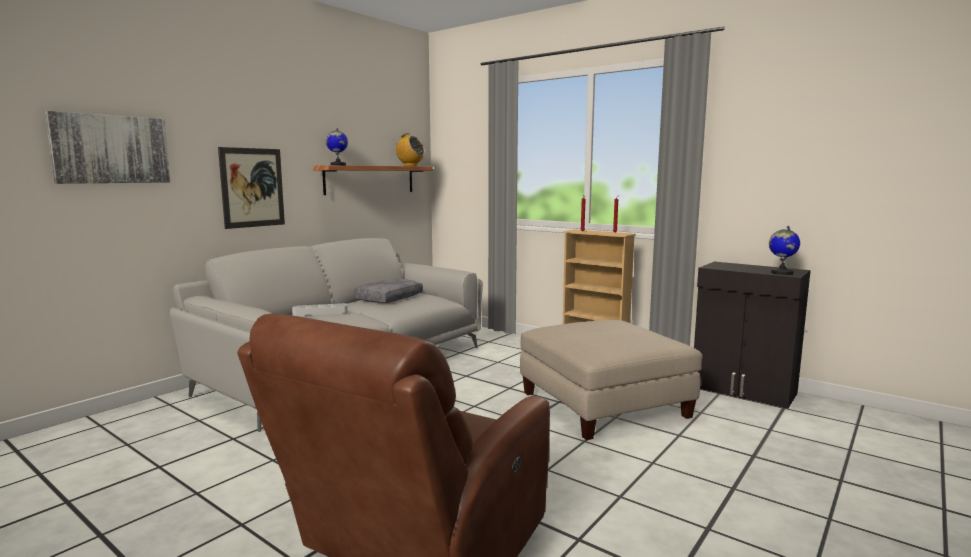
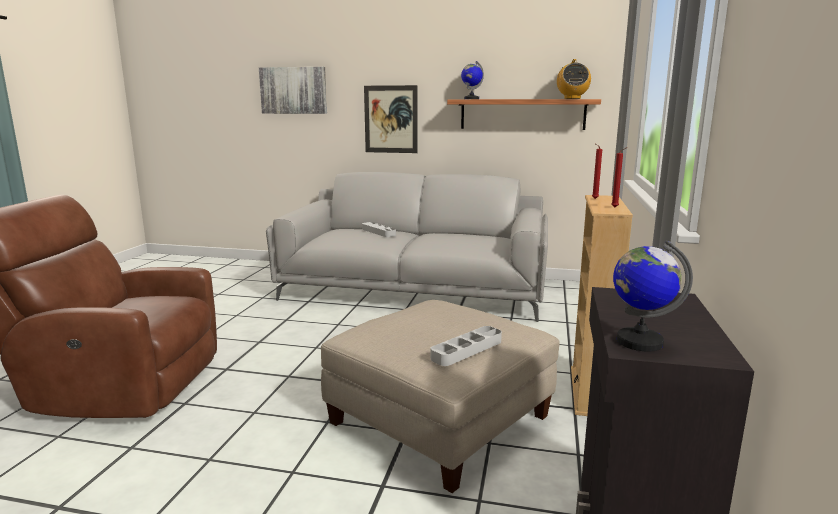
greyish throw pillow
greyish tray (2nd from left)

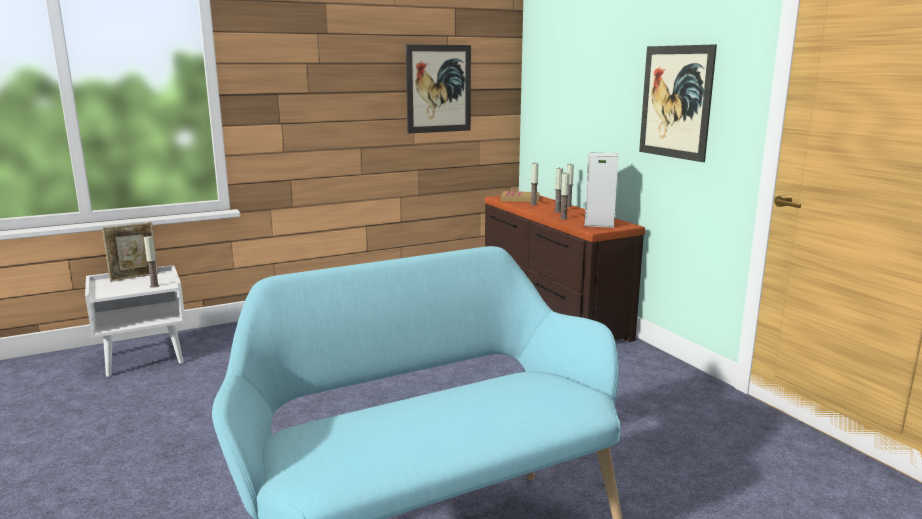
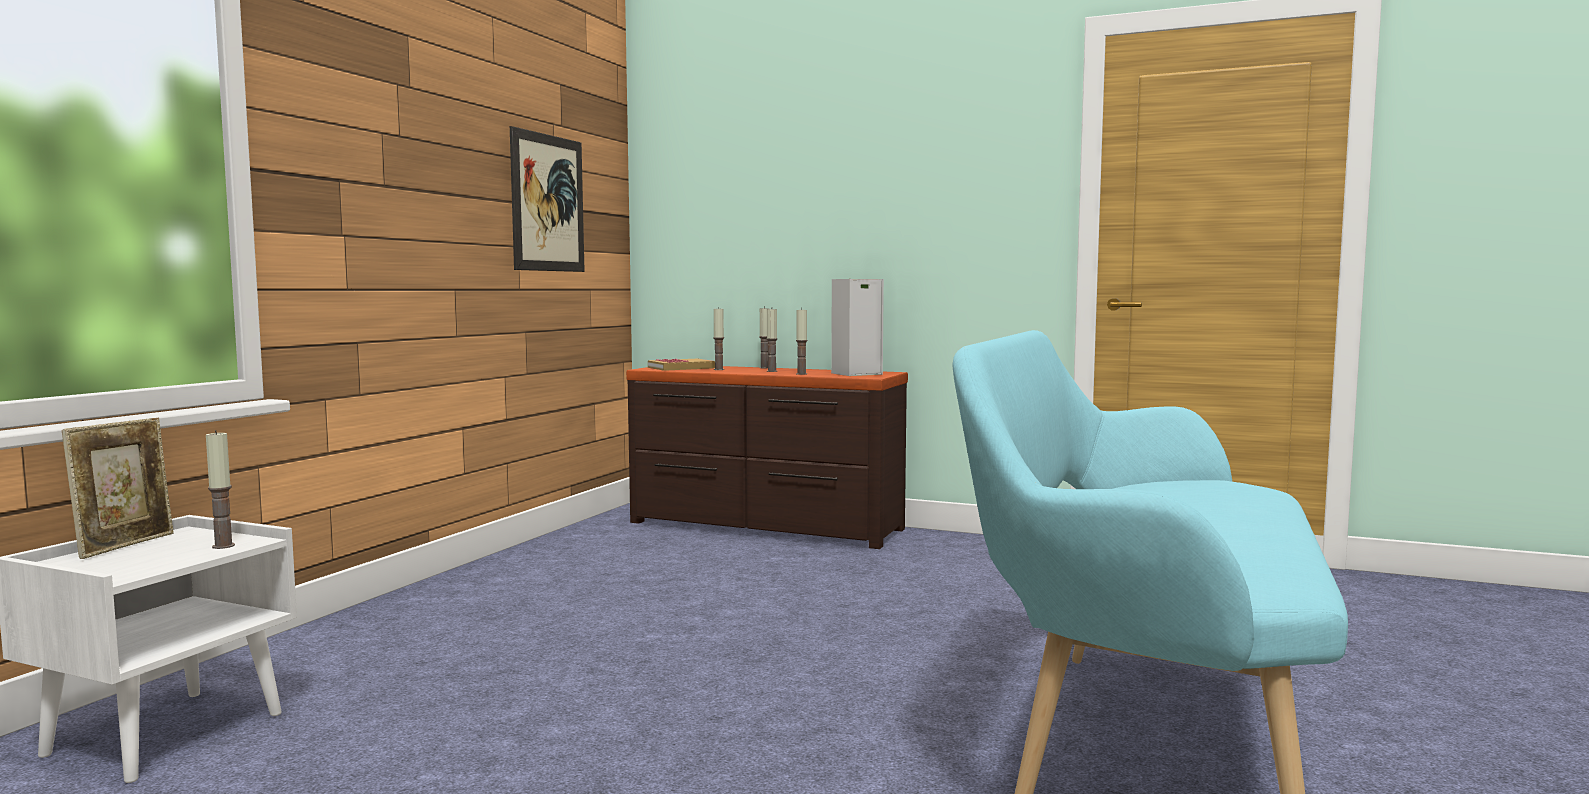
wall picture (2nd from left in the first image)

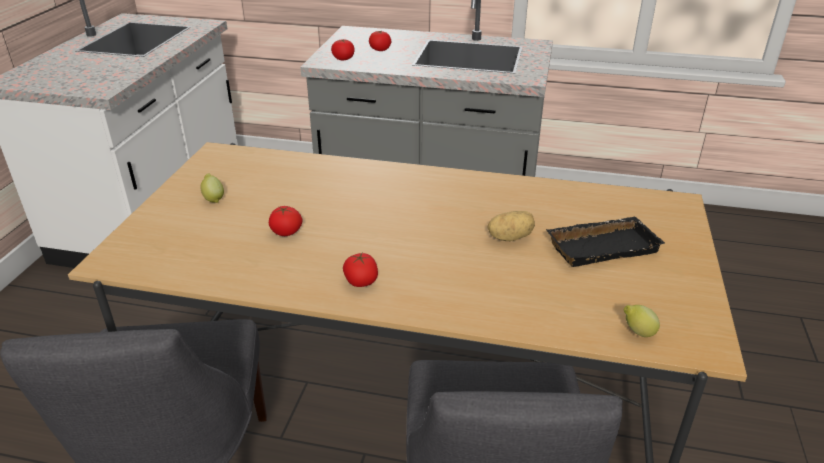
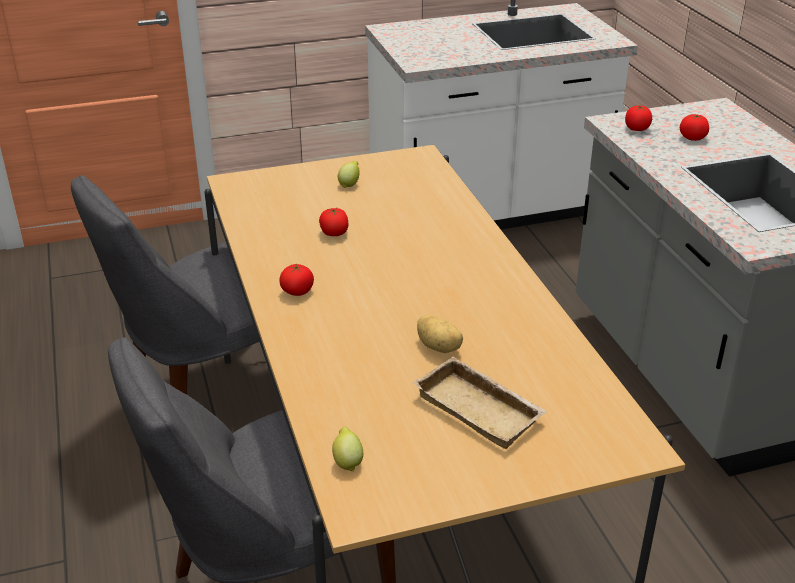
beige-coloured tray

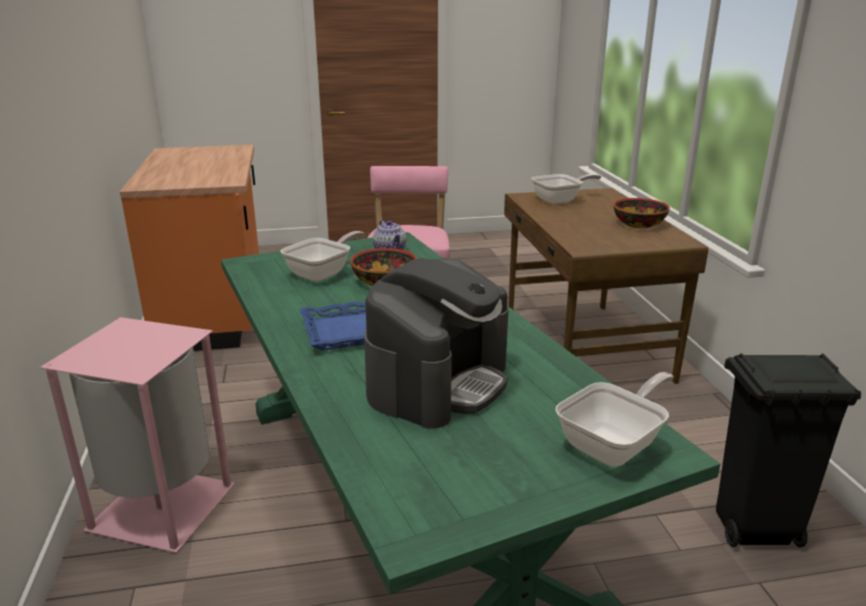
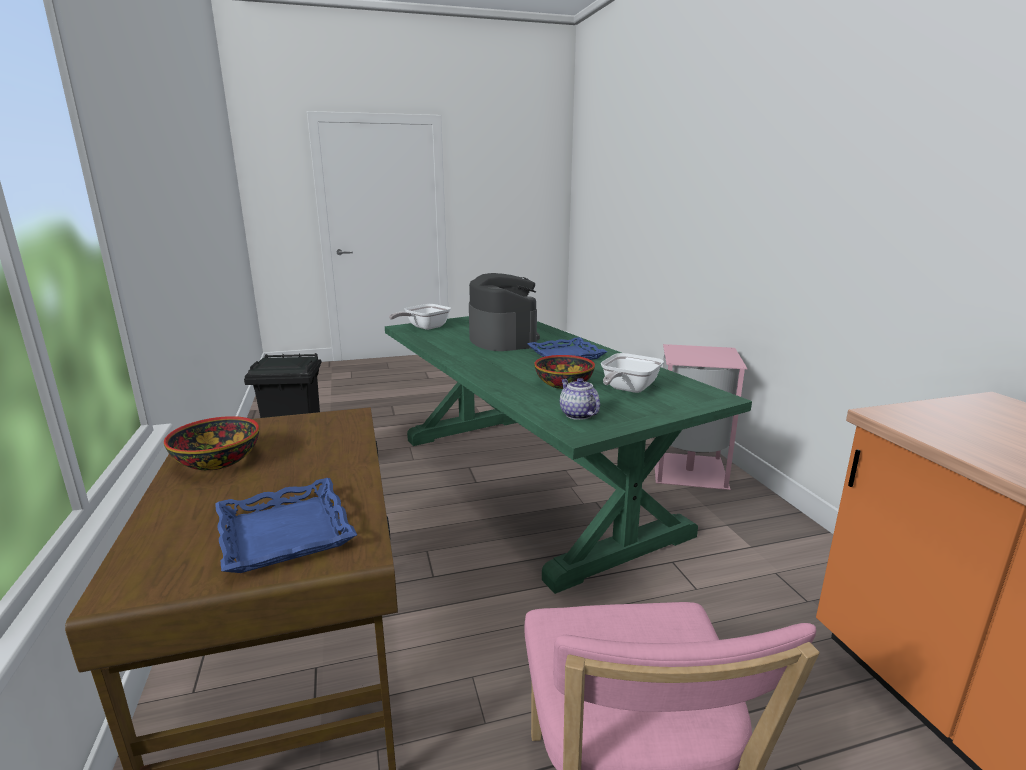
bluish tray (1st from left)
coffee brewer

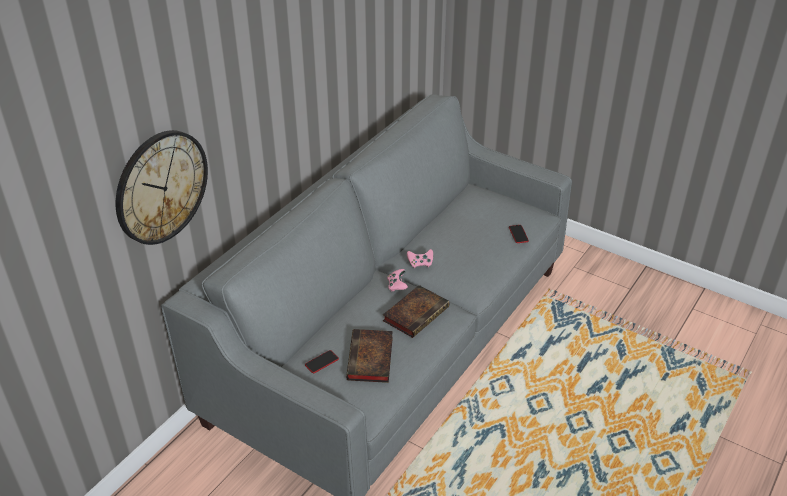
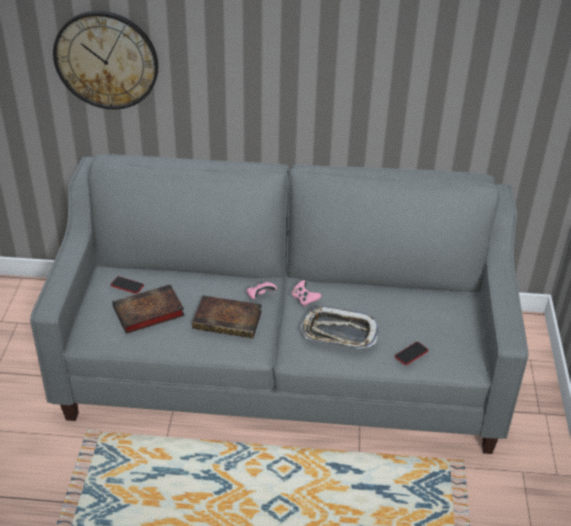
tray

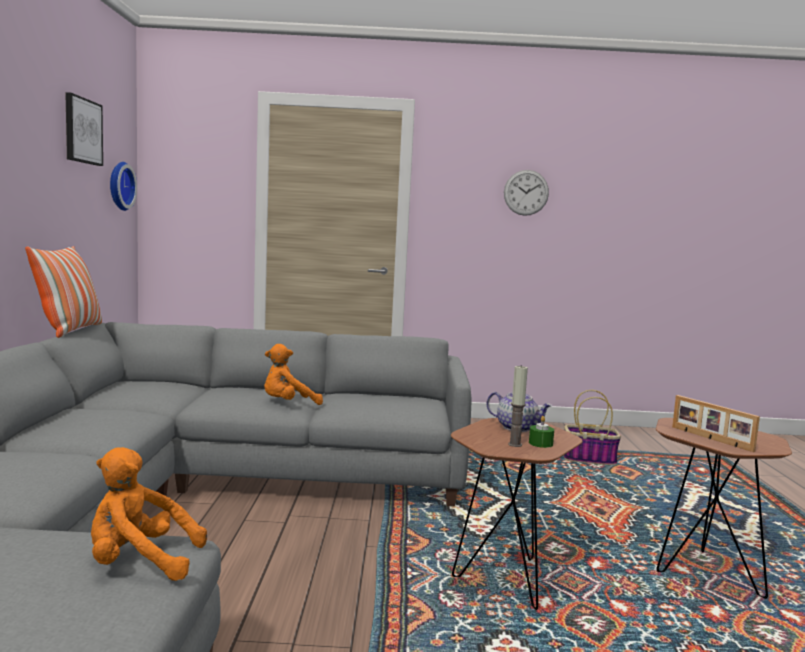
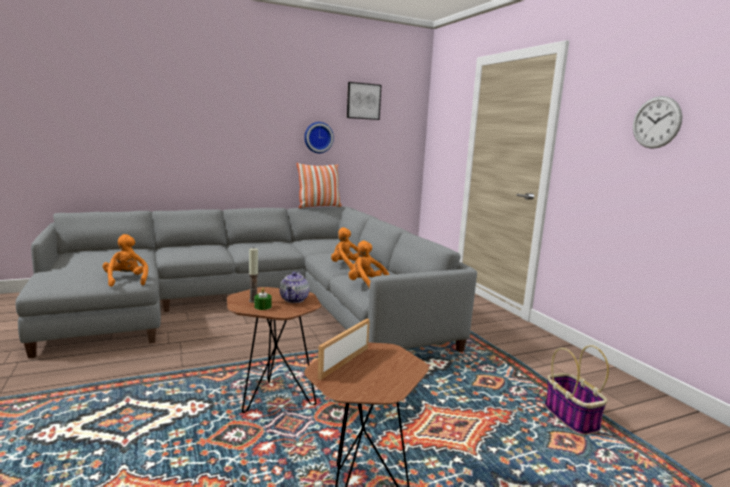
orangey plush toy (3rd from left)
clock on the wall (1st from left)

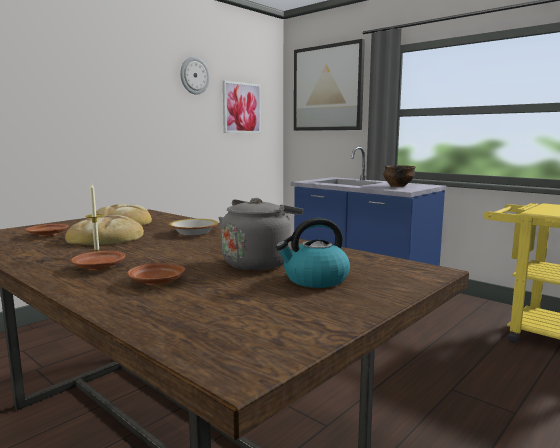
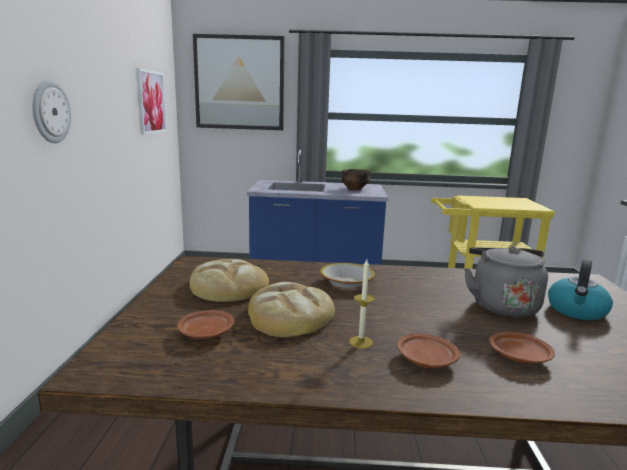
clock on the wall

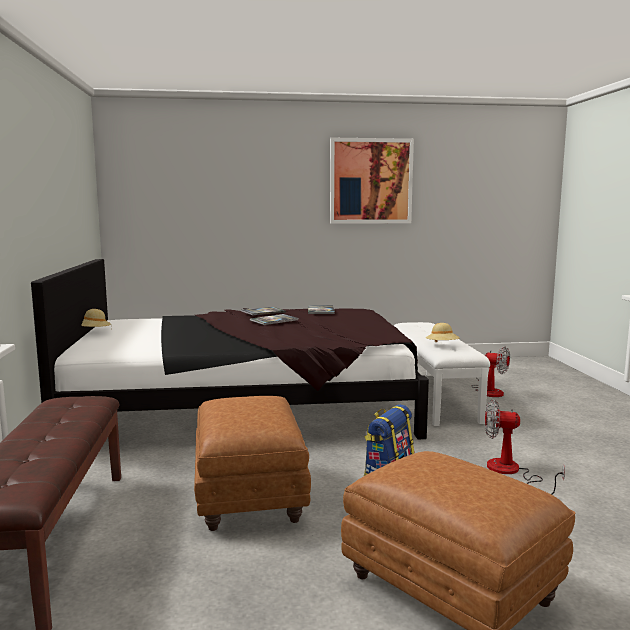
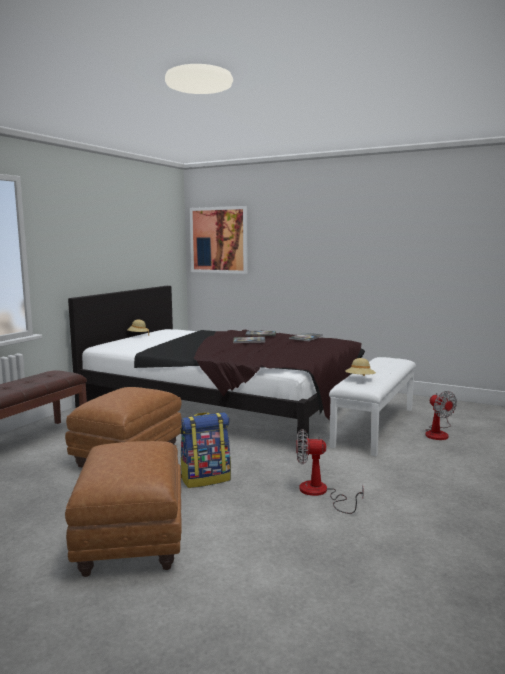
wall picture
electric fan (1st from left)

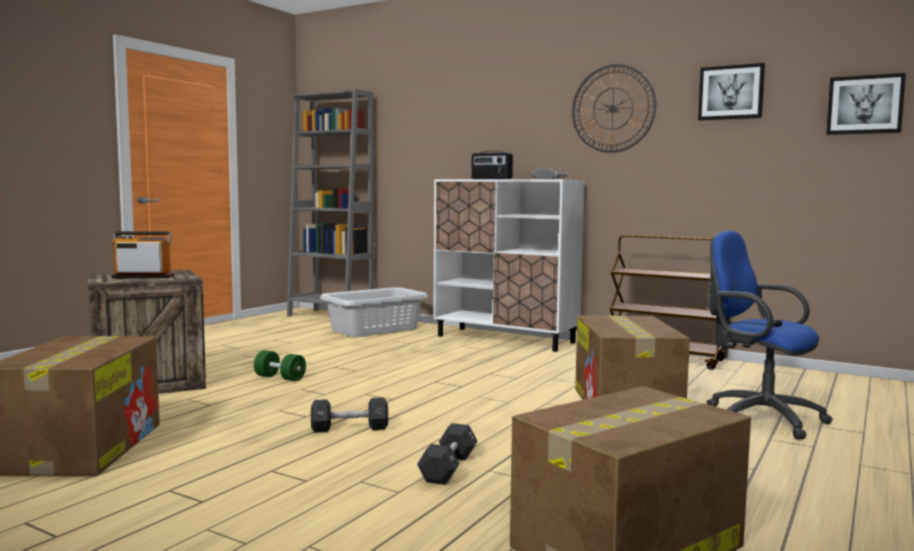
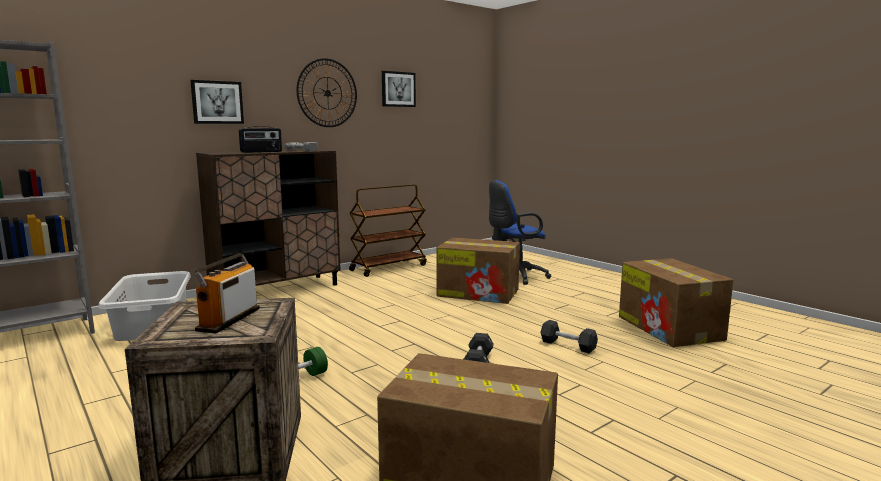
wall picture (1st from left)
brownish storage cabinet

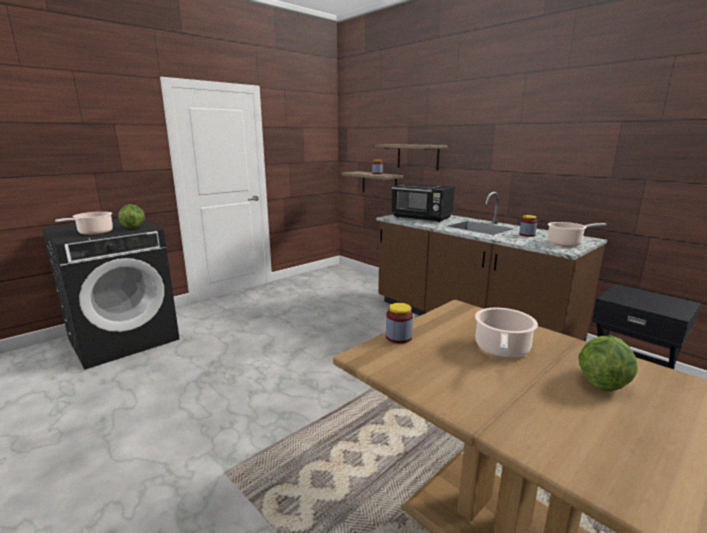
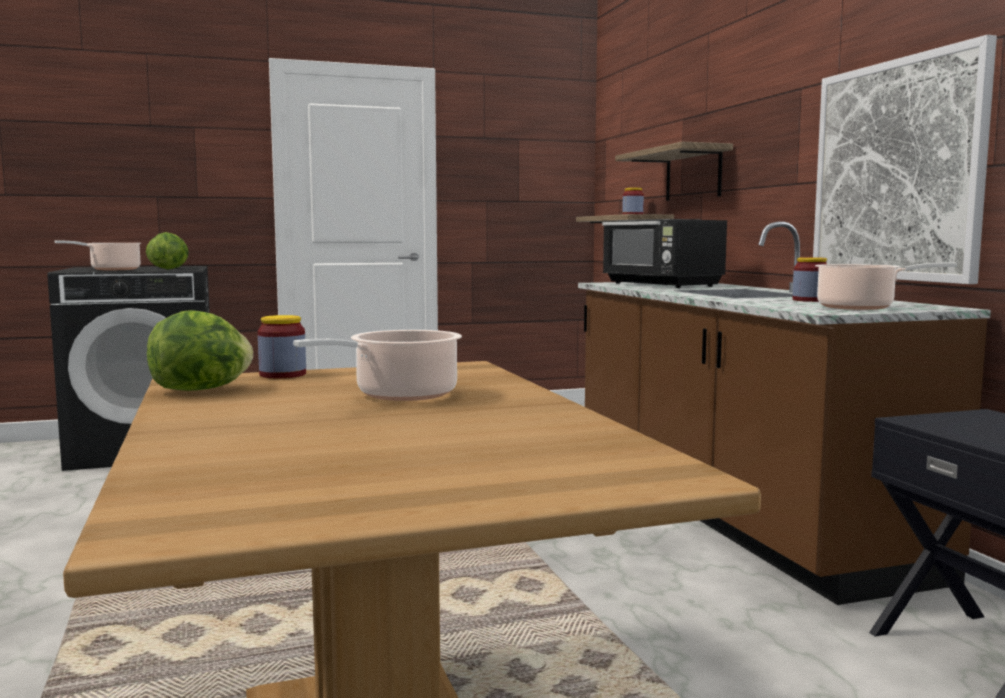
wall picture
lettuce (2nd from left)

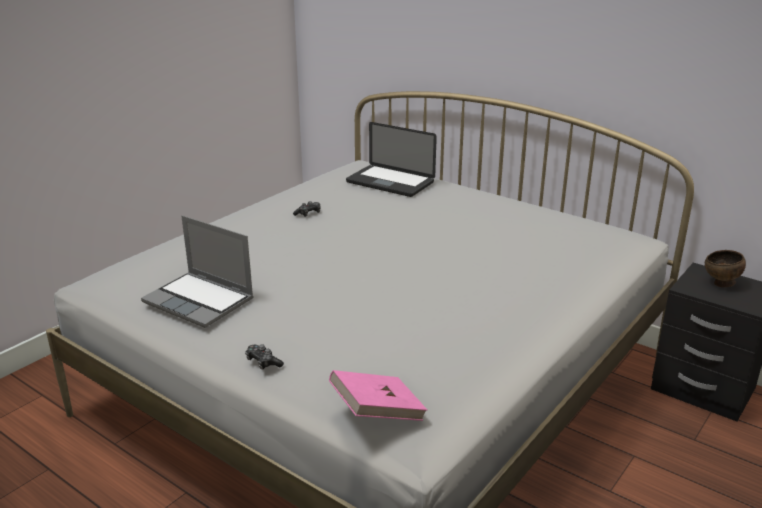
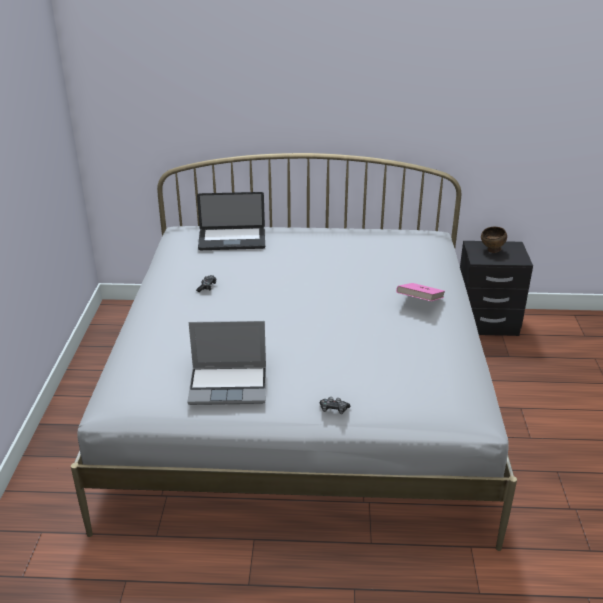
pink-coloured book

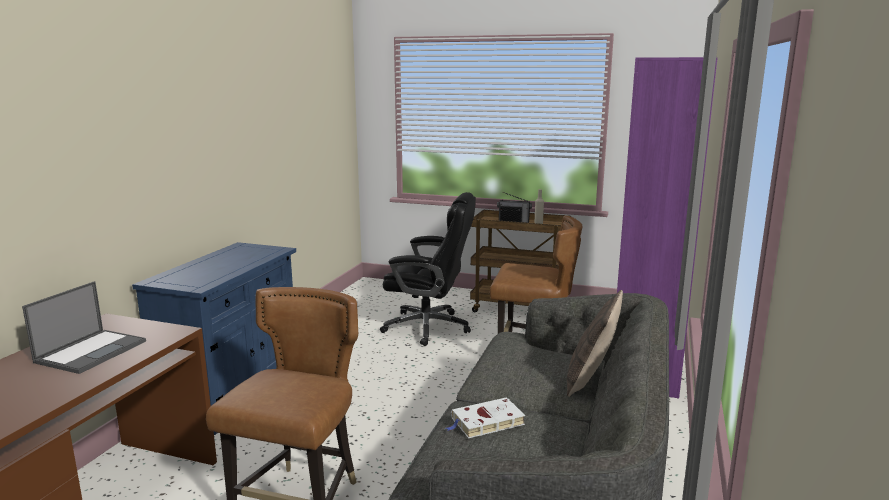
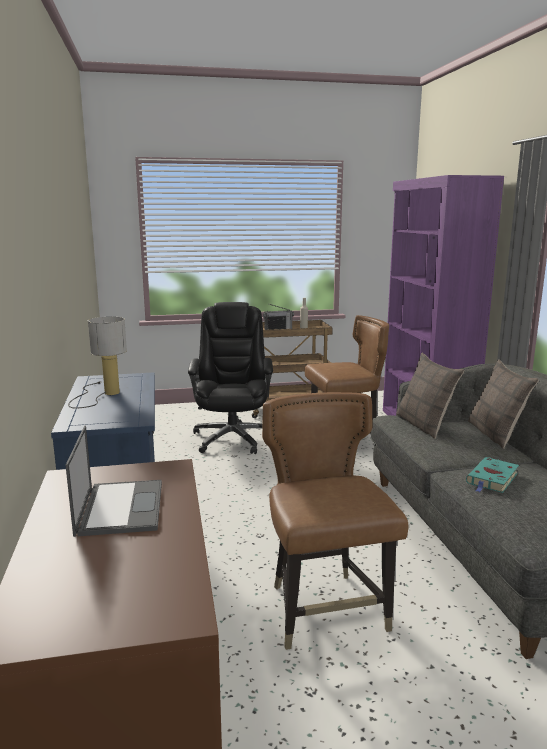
table lamp
throw pillow (1st from left)
turquoise book
blackish office chair

